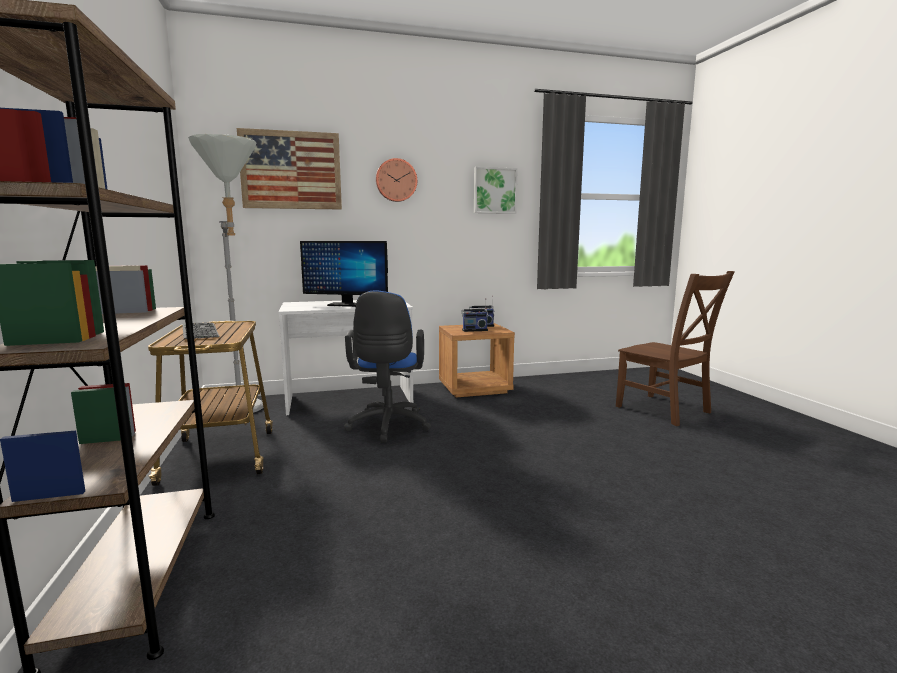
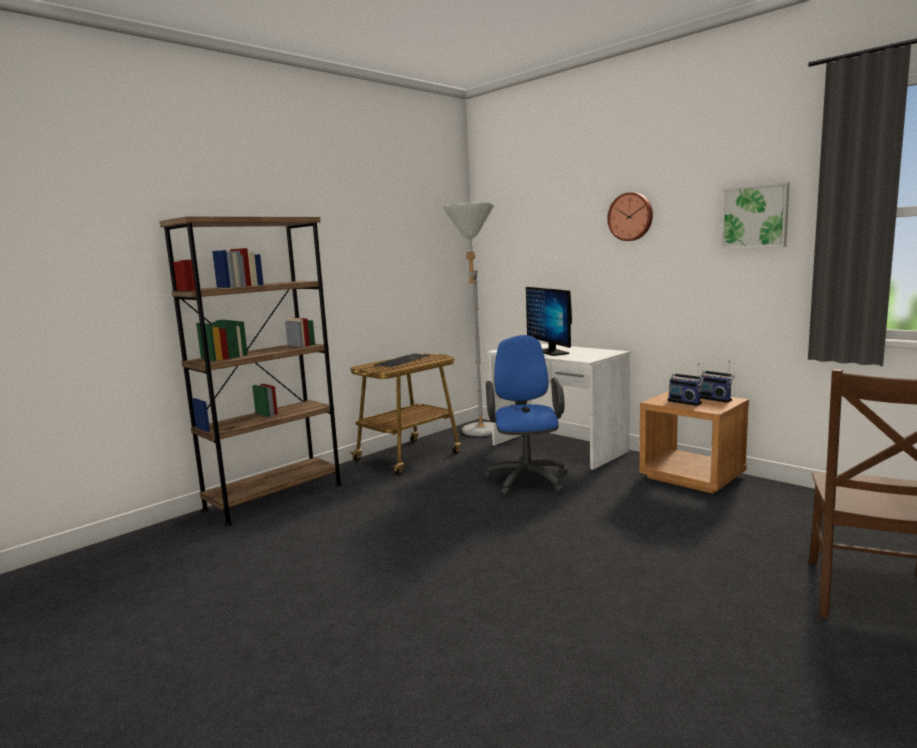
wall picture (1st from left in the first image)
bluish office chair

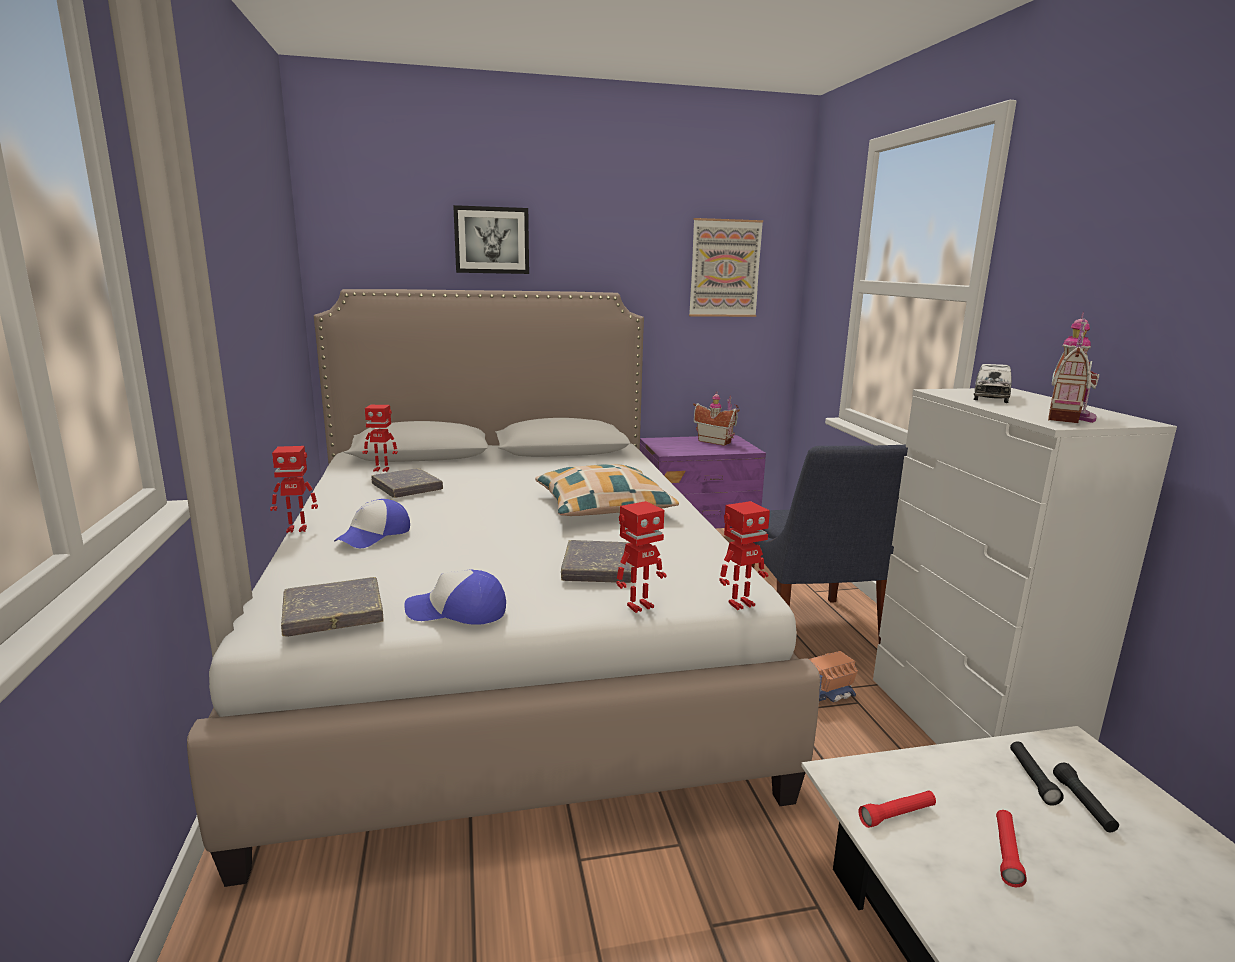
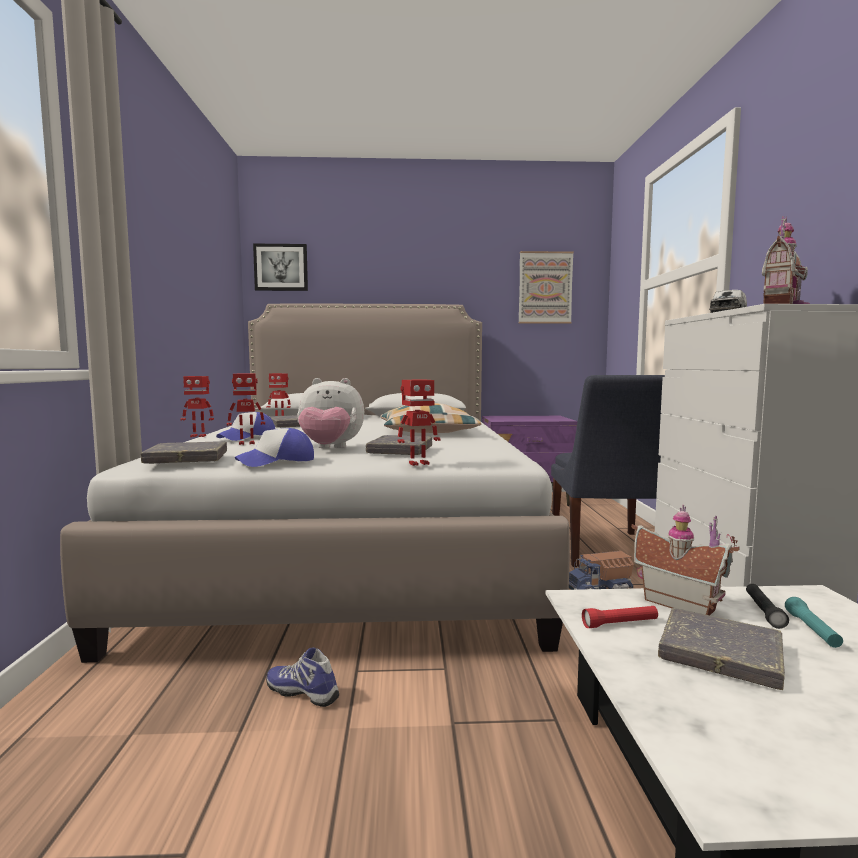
item of footwear
plush toy
wall picture (1st from left)
model house (1st from left)
toy robot (2nd from left)
greyish book (4th from left)
turquoise hand torch
cap (2nd from left)

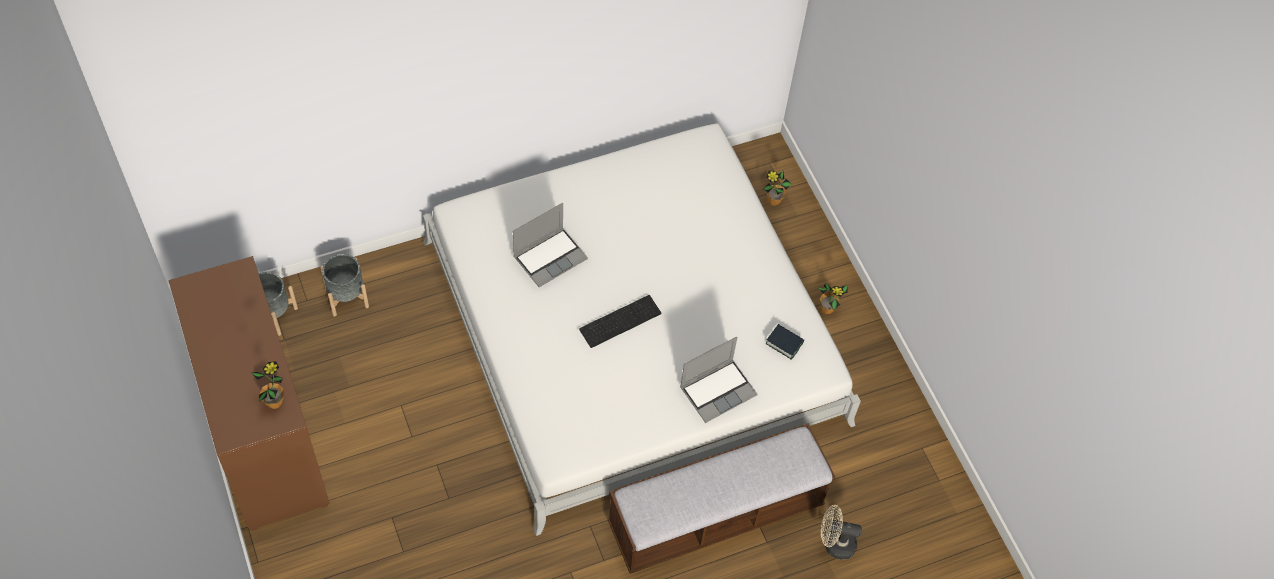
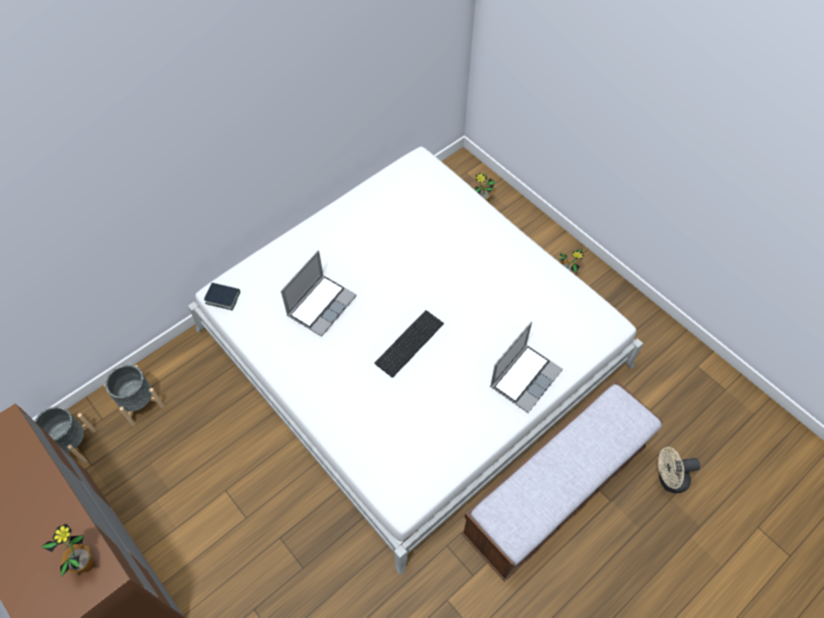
book

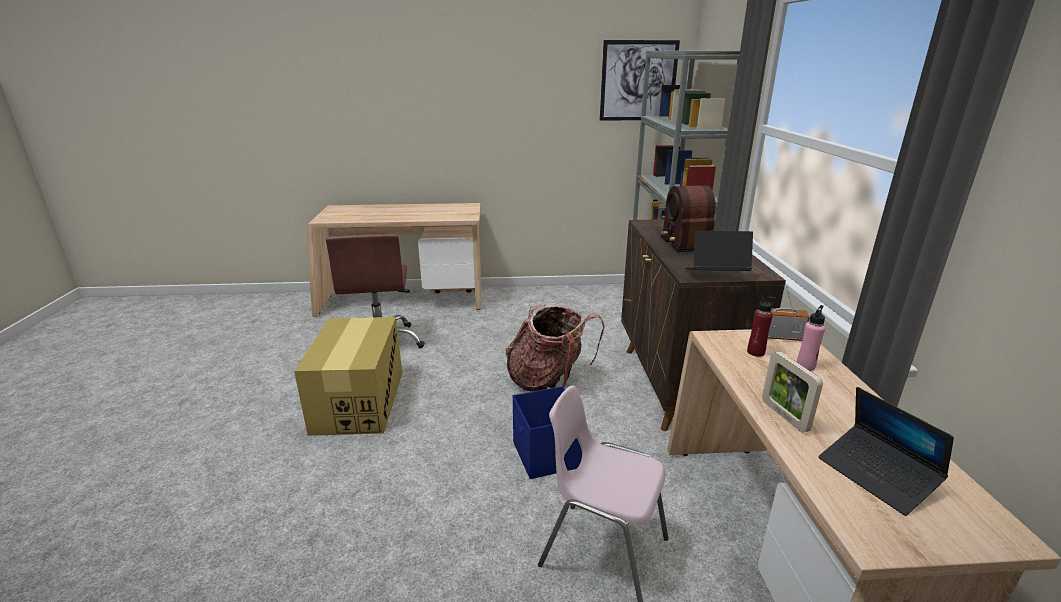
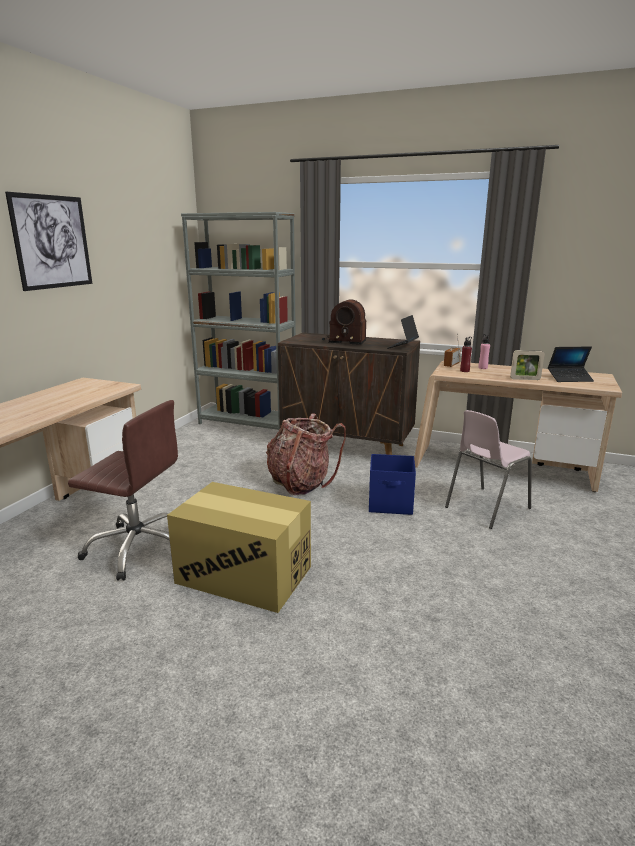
wall picture

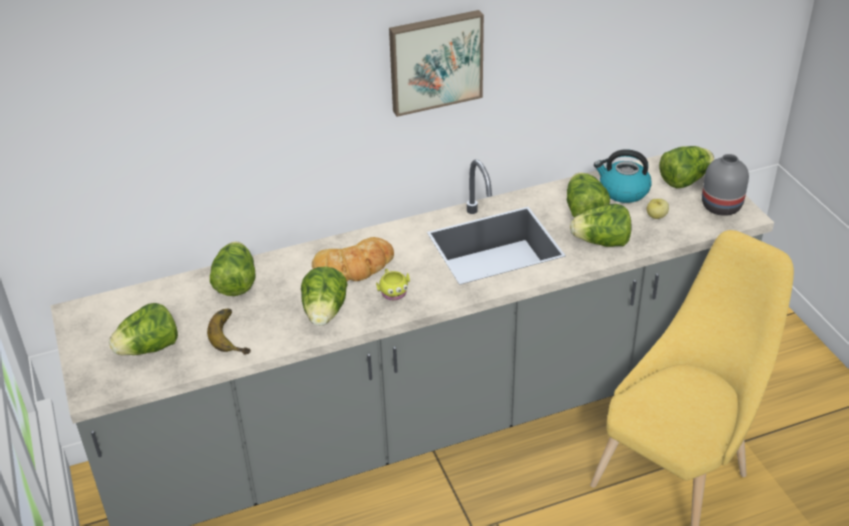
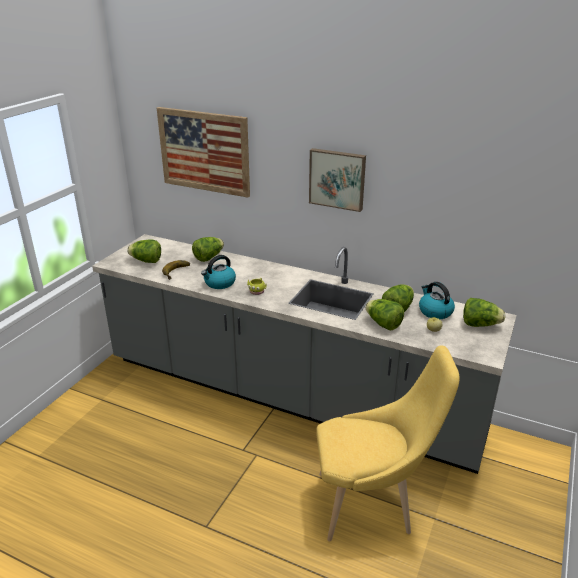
baked bread
greyish decorative vase
wall picture (1st from left)
tea kettle (1st from left)

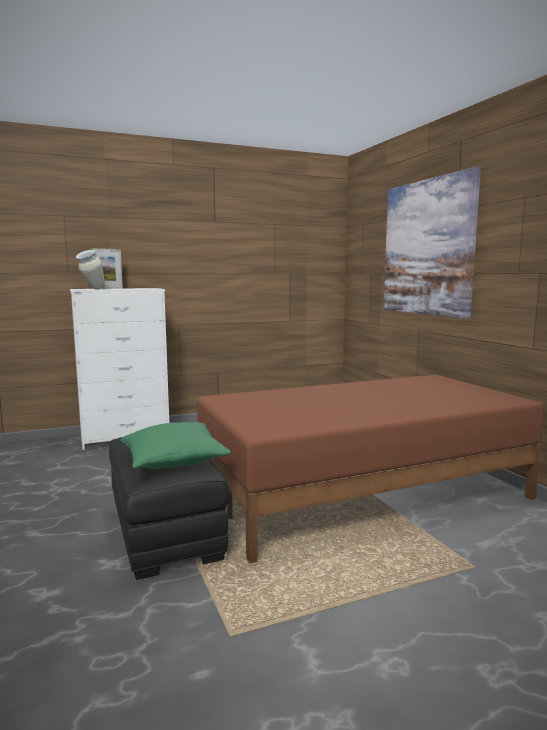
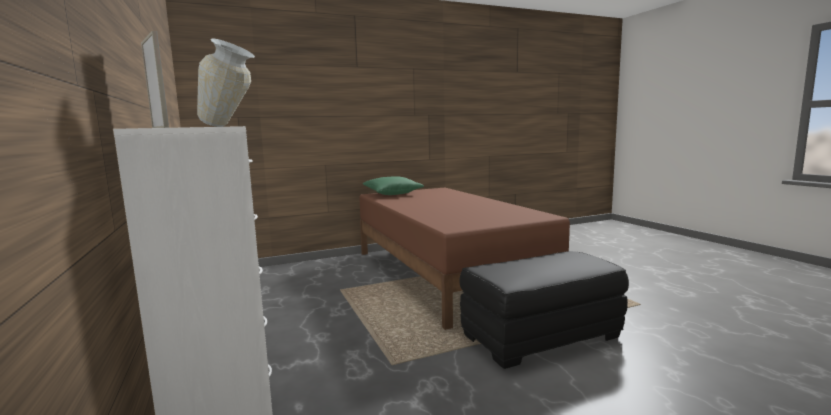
wall picture
greenish throw pillow

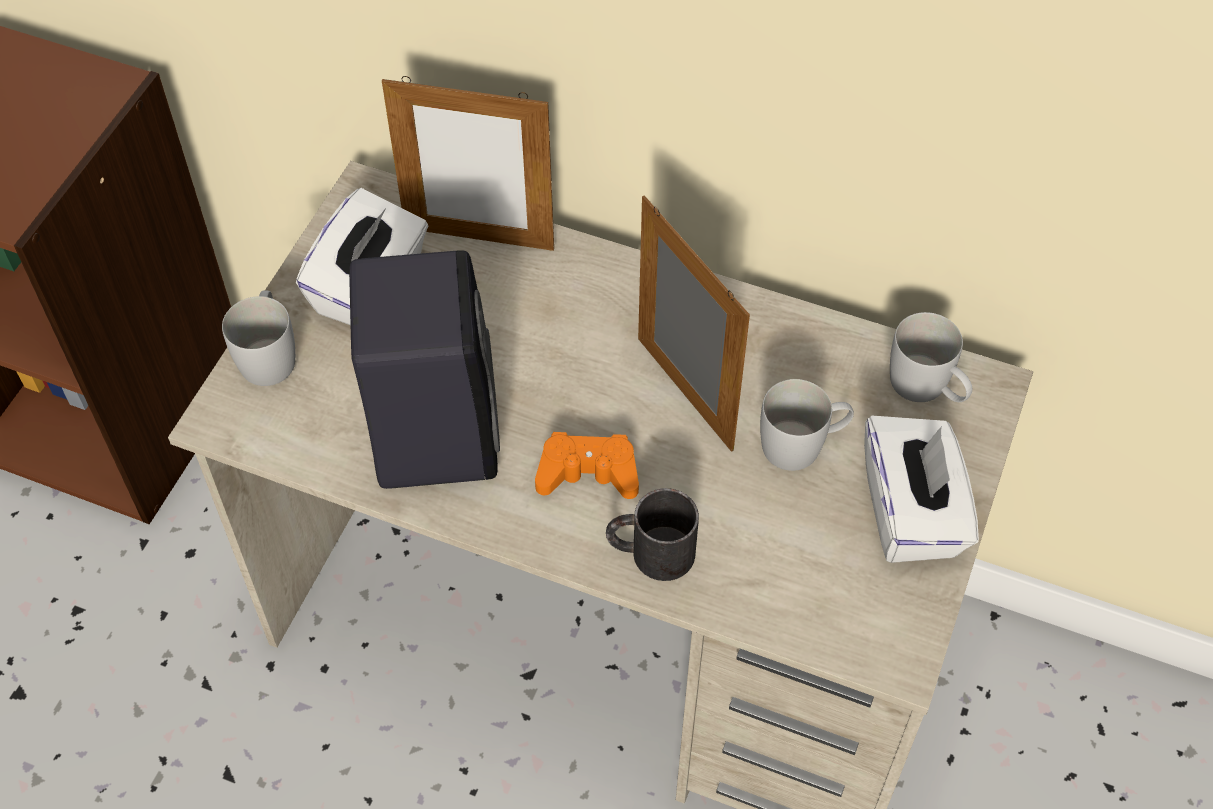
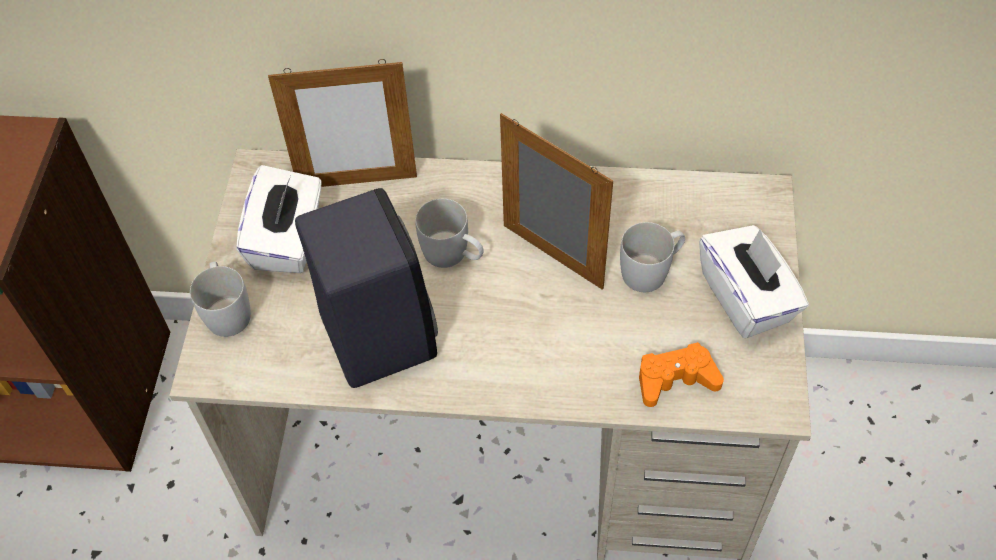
blackish mug
orangey game controller
white mug (2nd from left)

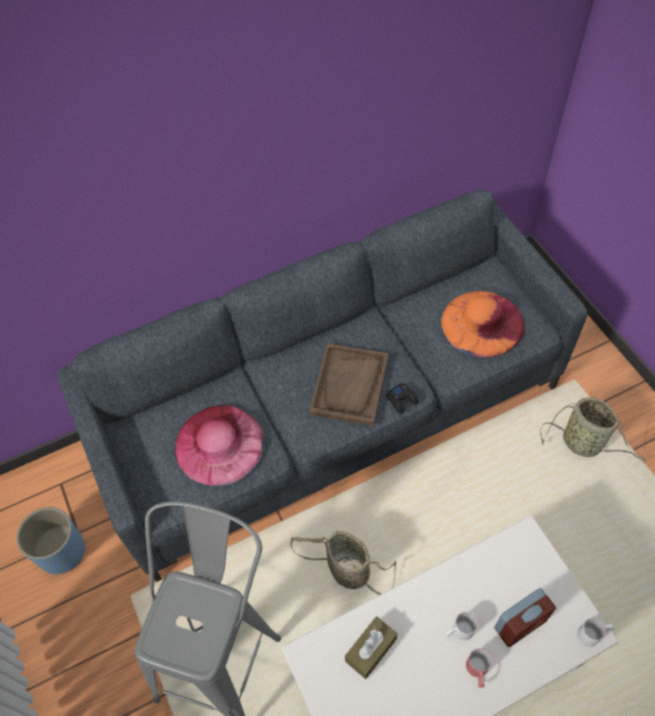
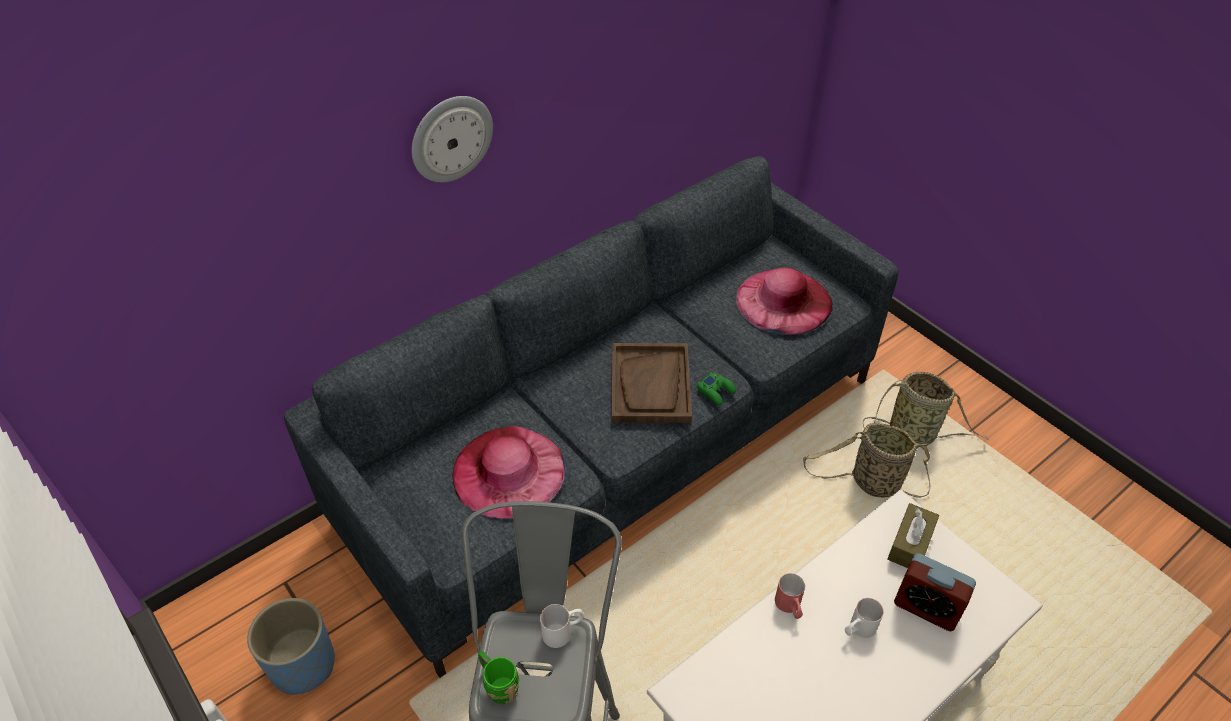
clock on the wall
greenish mug
household basket (1st from left)
brownish box of tissues
red-coloured mug
white mug (1st from left)
greenish game controller
pink-coloured clothing hat (2nd from left)
alarm clock

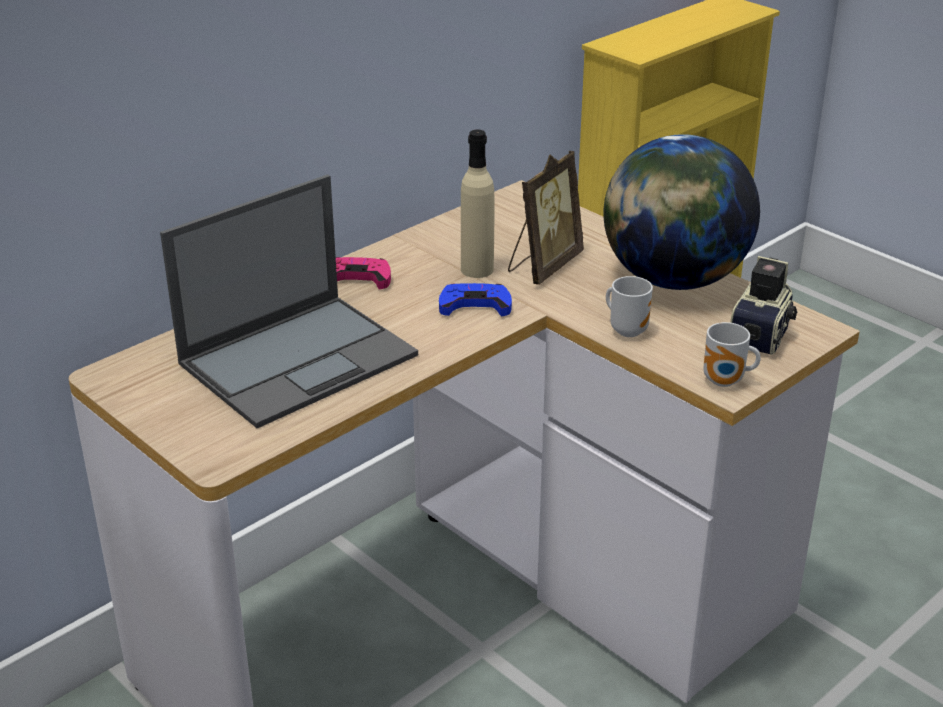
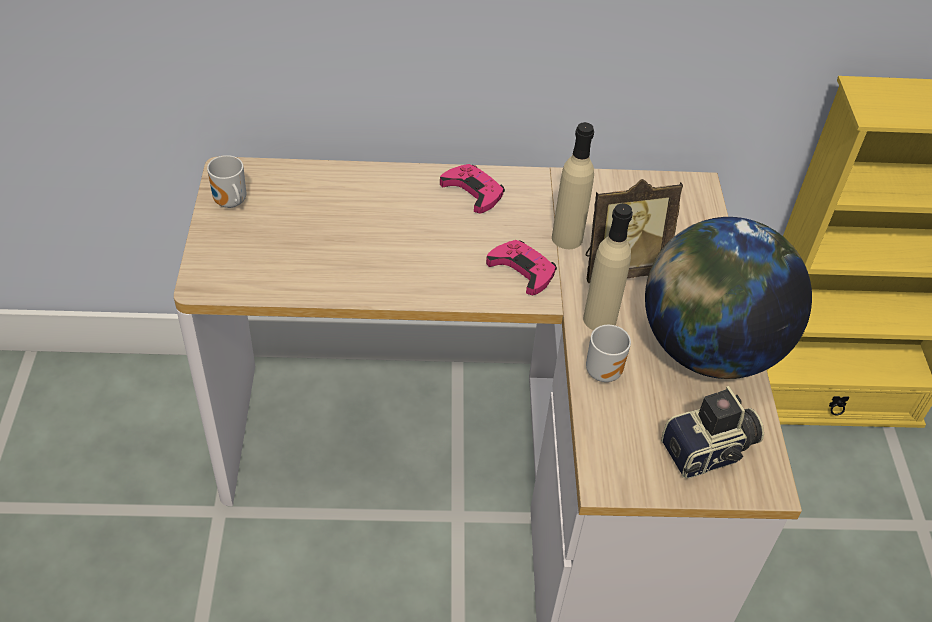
laptop
beige-coloured bottle (2nd from left)
mug (1st from left)
pink-coloured game controller (2nd from left)

